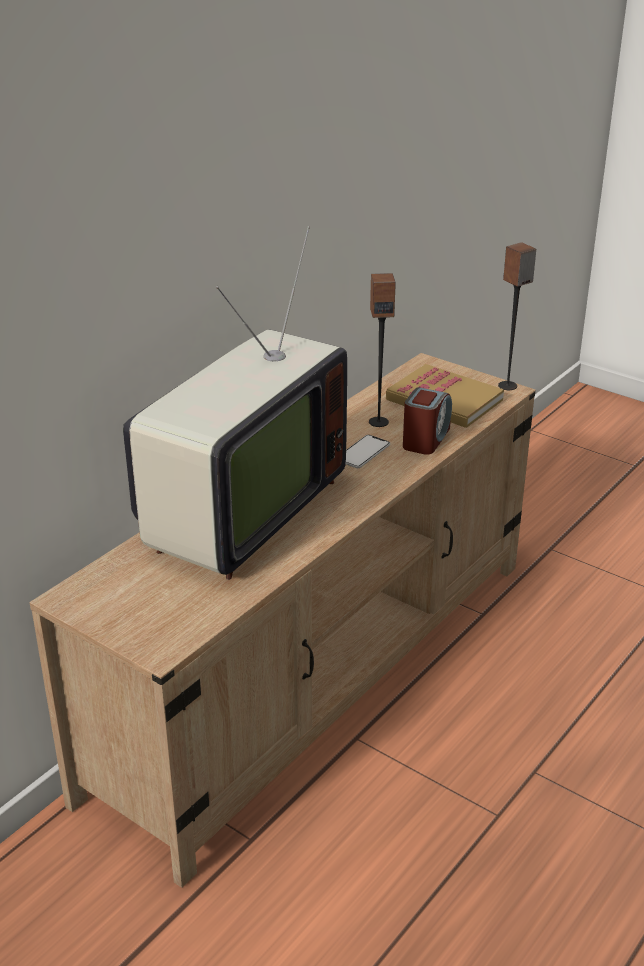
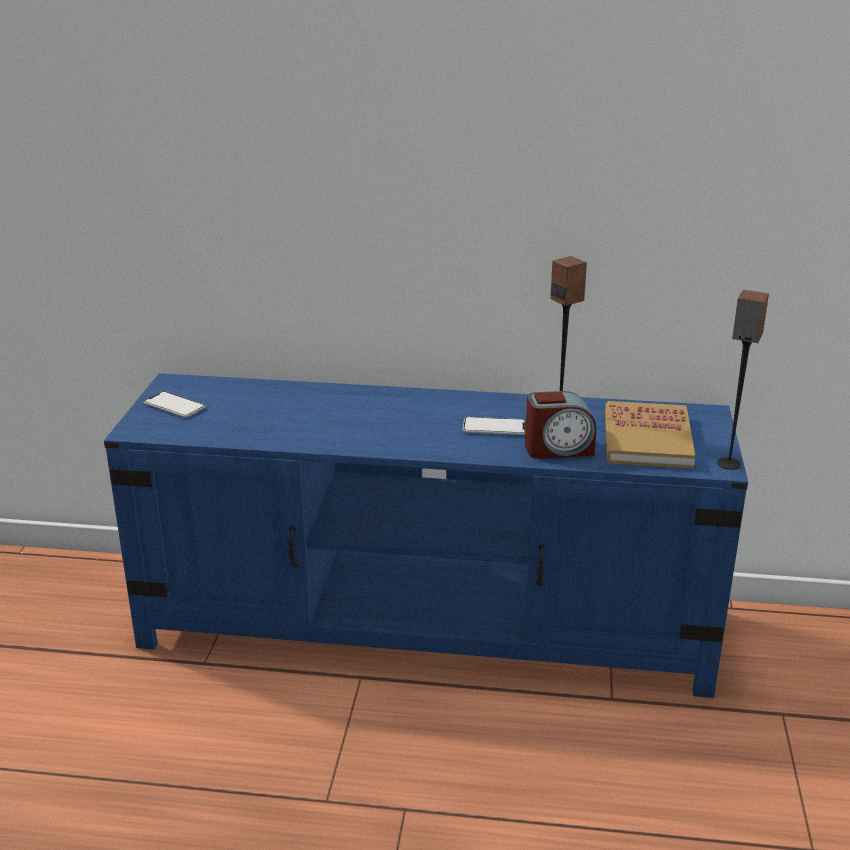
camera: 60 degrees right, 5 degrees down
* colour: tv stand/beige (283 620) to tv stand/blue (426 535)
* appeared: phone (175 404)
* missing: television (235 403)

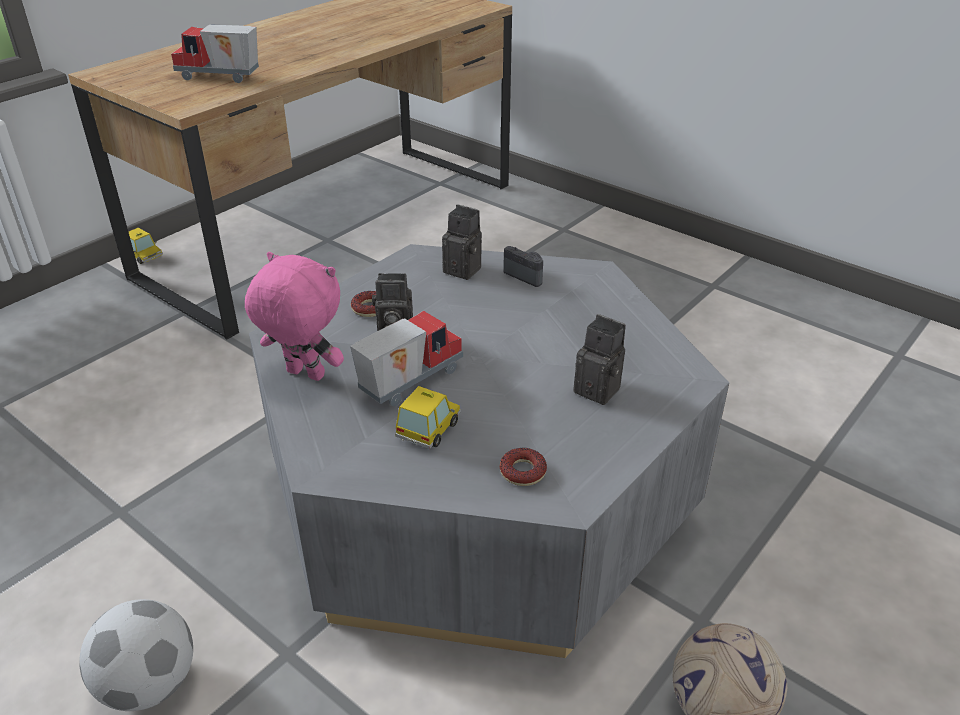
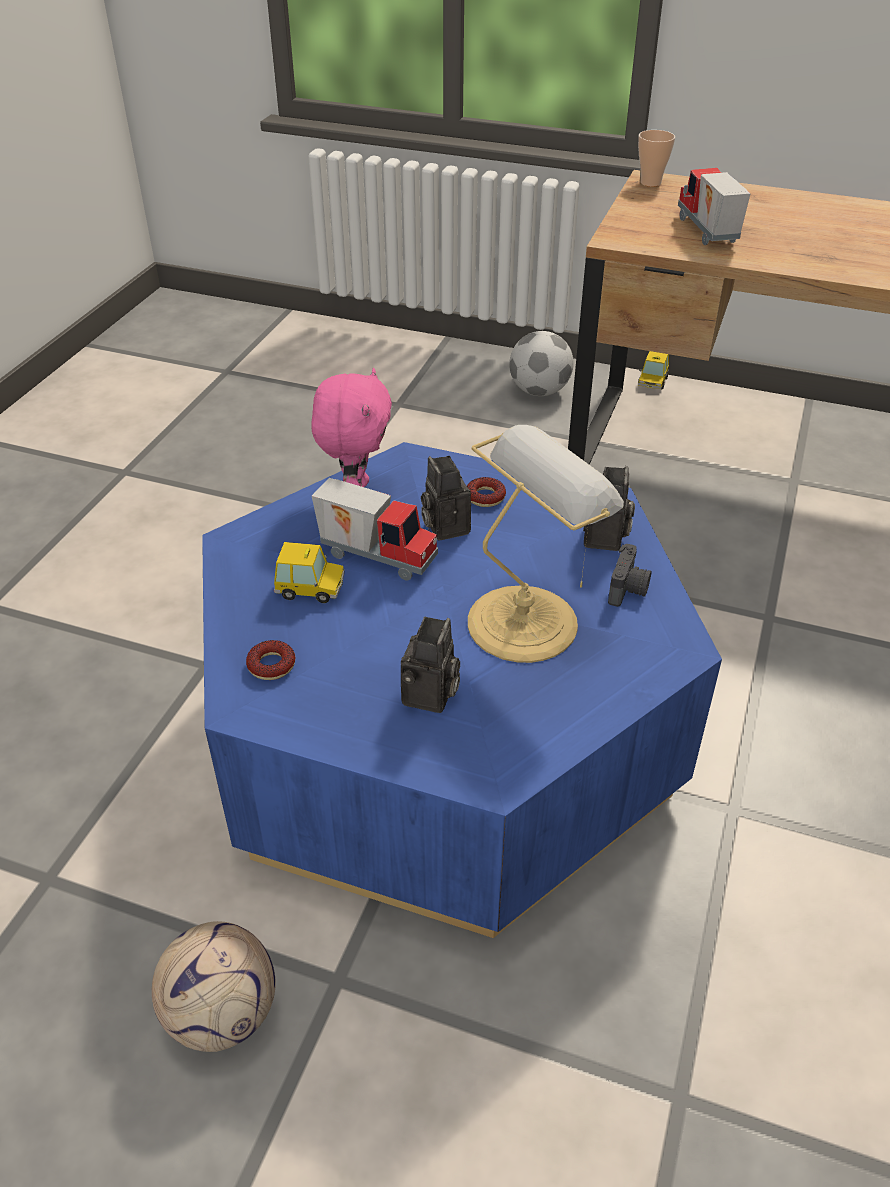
camera: 70 degrees right, 5 degrees up
* colour: coffee table/grey (489 451) to coffee table/blue (462 690)
* appeared: table lamp (546 544)
* relocated: football (136 655) to (541 363)
* appeared: cup (656 158)

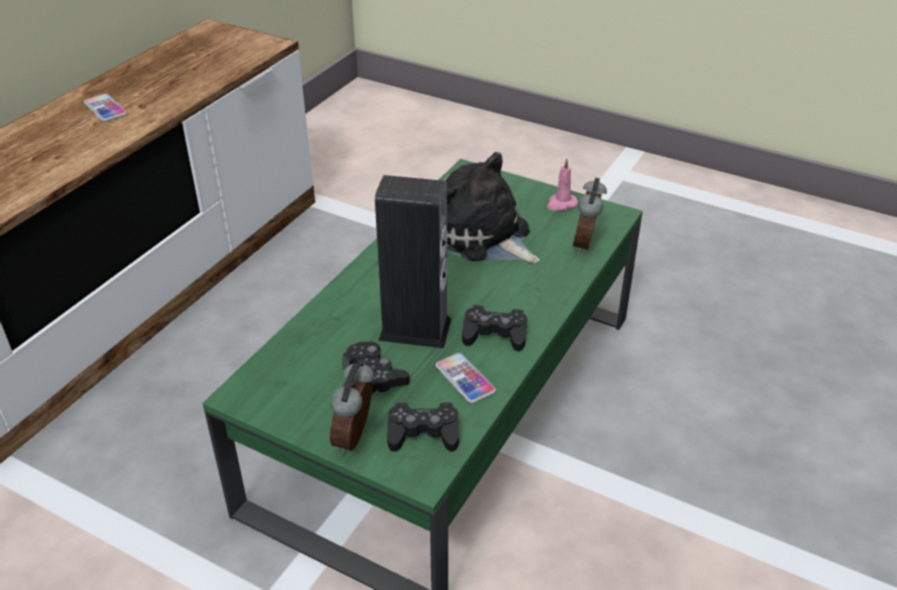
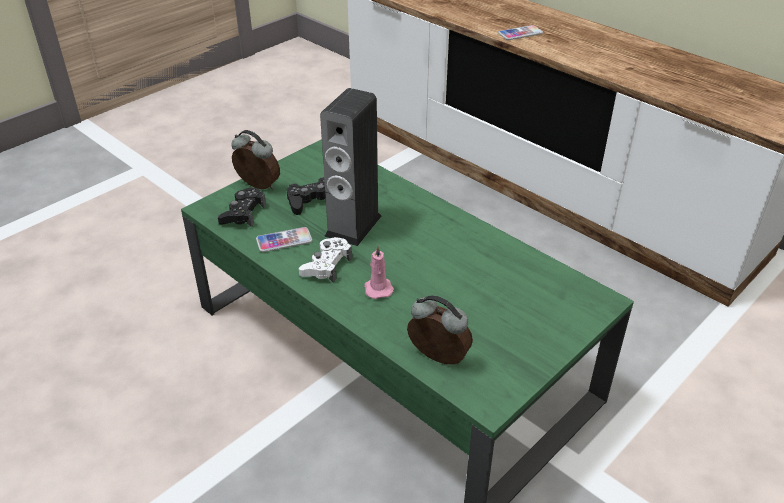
camera: 105 degrees right, 0 degrees up
* colour: game controller/black (494 328) to game controller/white (325 260)
* relocated: candle/pink (562 184) to (379 272)
* relocated: phone (105 107) to (520 32)
* missing: plush toy (492 207)

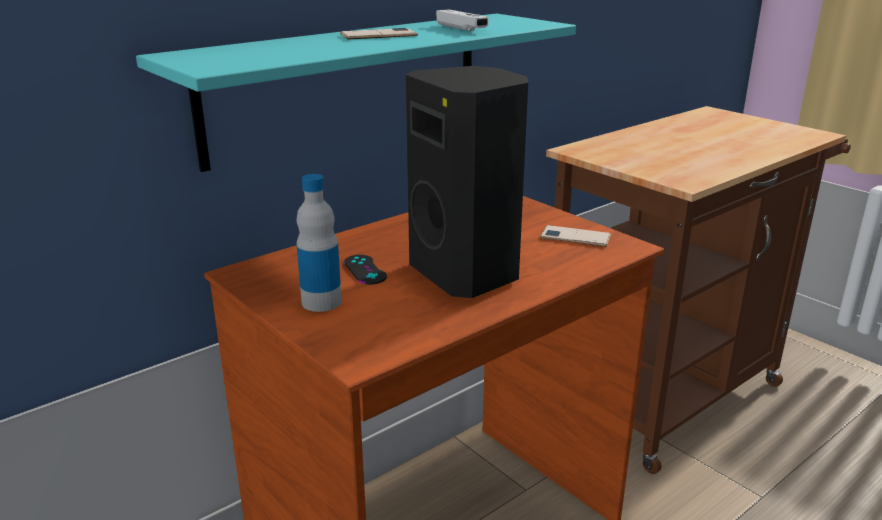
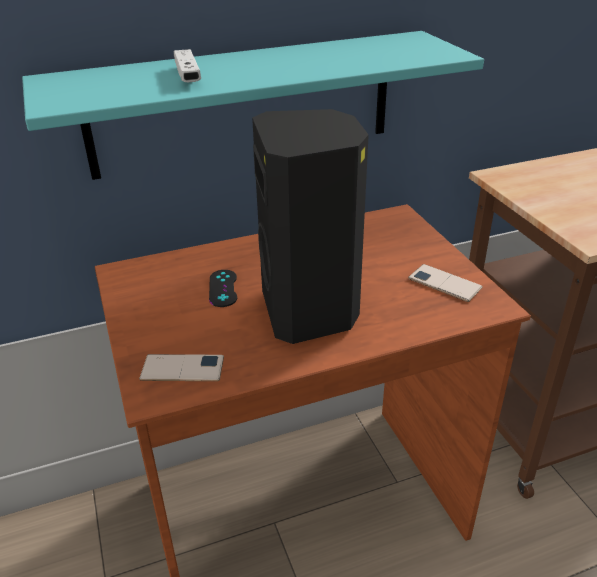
camera: 20 degrees right, 10 degrees up
* relocated: phone (379 33) to (181 367)
* relocated: game controller/white (462 20) to (187 65)
* missing: bottle (319 243)

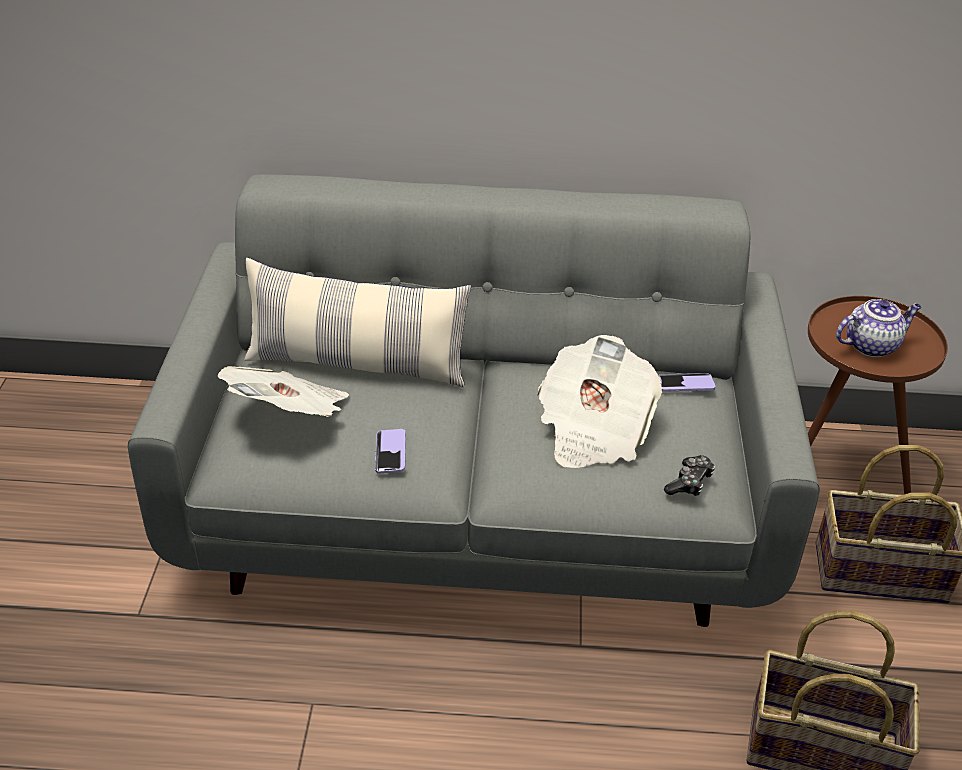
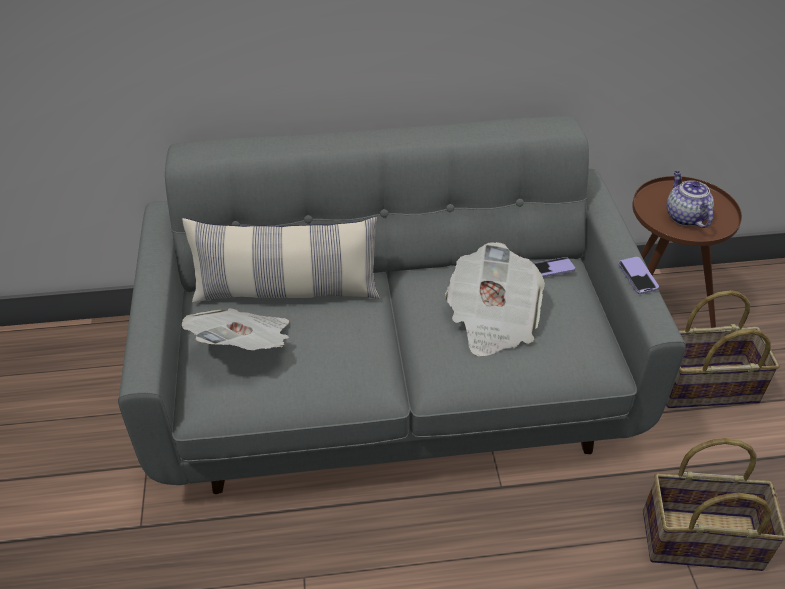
camera: 10 degrees left, 5 degrees up
* relocated: phone (390 451) to (638 275)
* spun: teapot (879 328) = (690 199) 75 degrees counterclockwise
* missing: game controller (689 475)

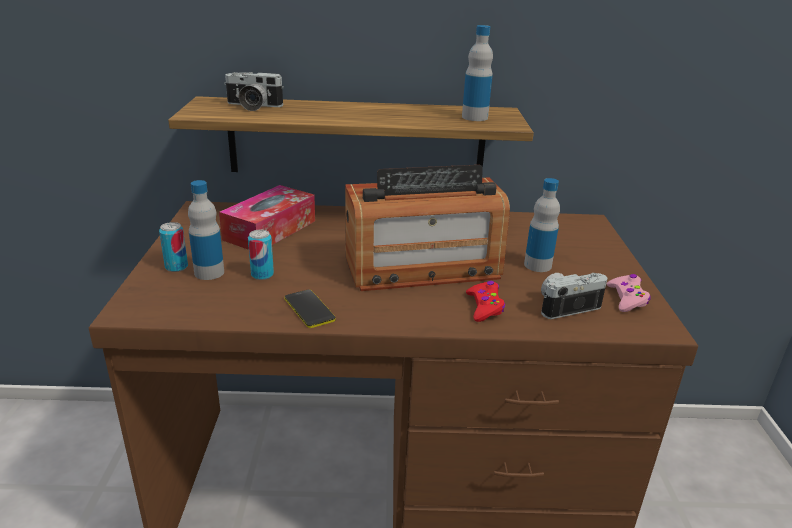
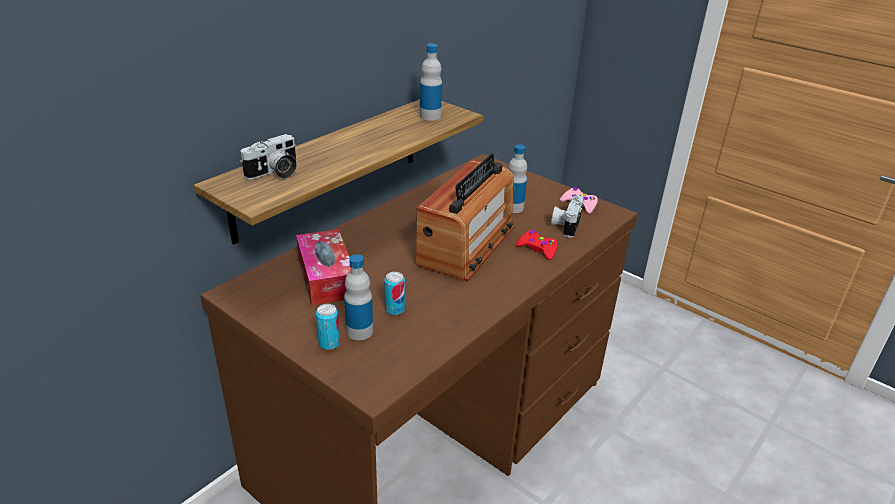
camera: 50 degrees left, 5 degrees up
* missing: phone (310 308)

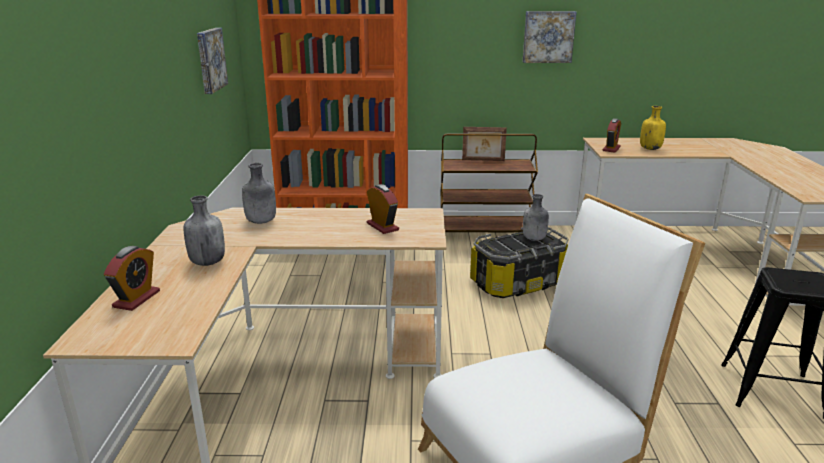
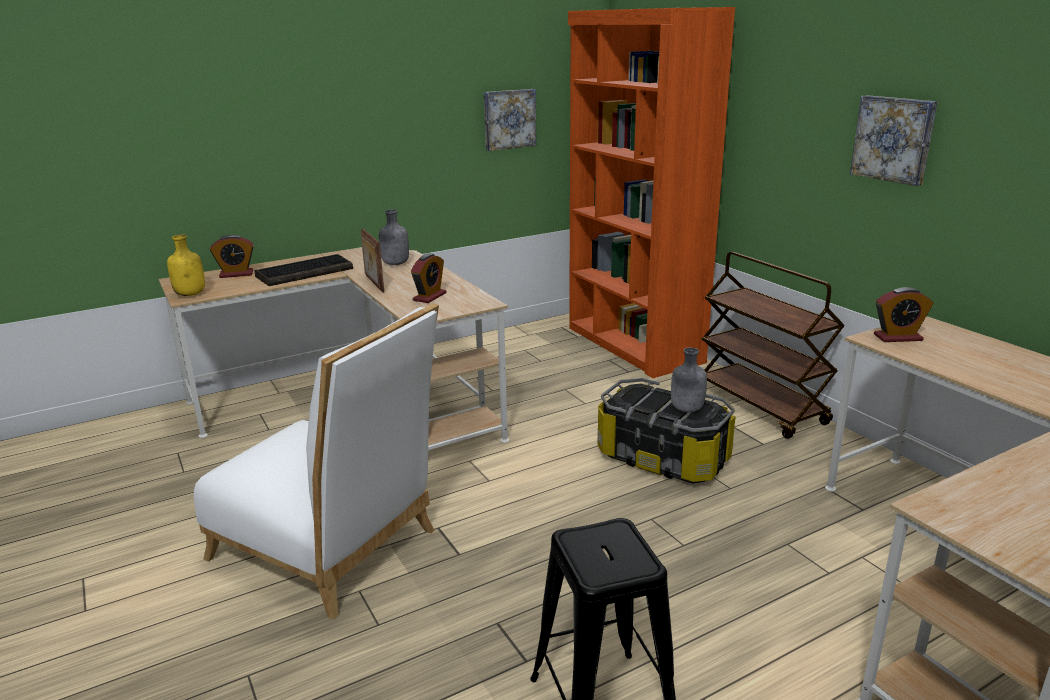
camera: 60 degrees right, 0 degrees up
* relocated: bottle/yellow (653 128) to (186 265)
* exchanged: bottle/grey (204 230) to keyboard (304 270)
* relocated: picture frame (484 144) to (372 260)

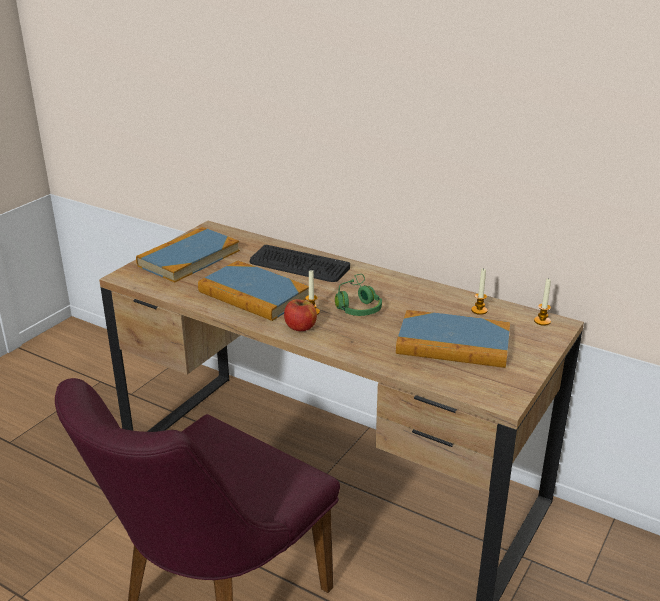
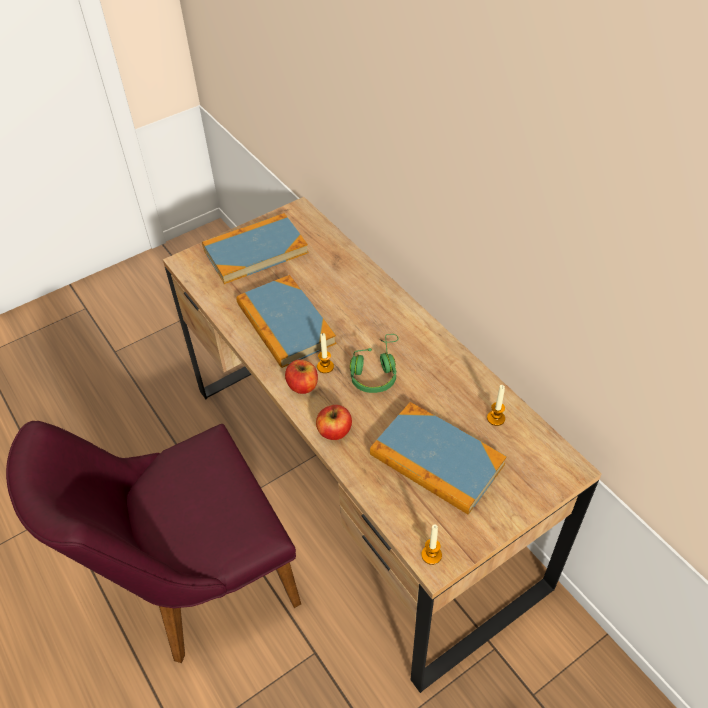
camera: 25 degrees right, 20 degrees up
* appeared: apple (334 422)
* relocated: candle (542 302) to (432 544)
* missing: keyboard (300 263)

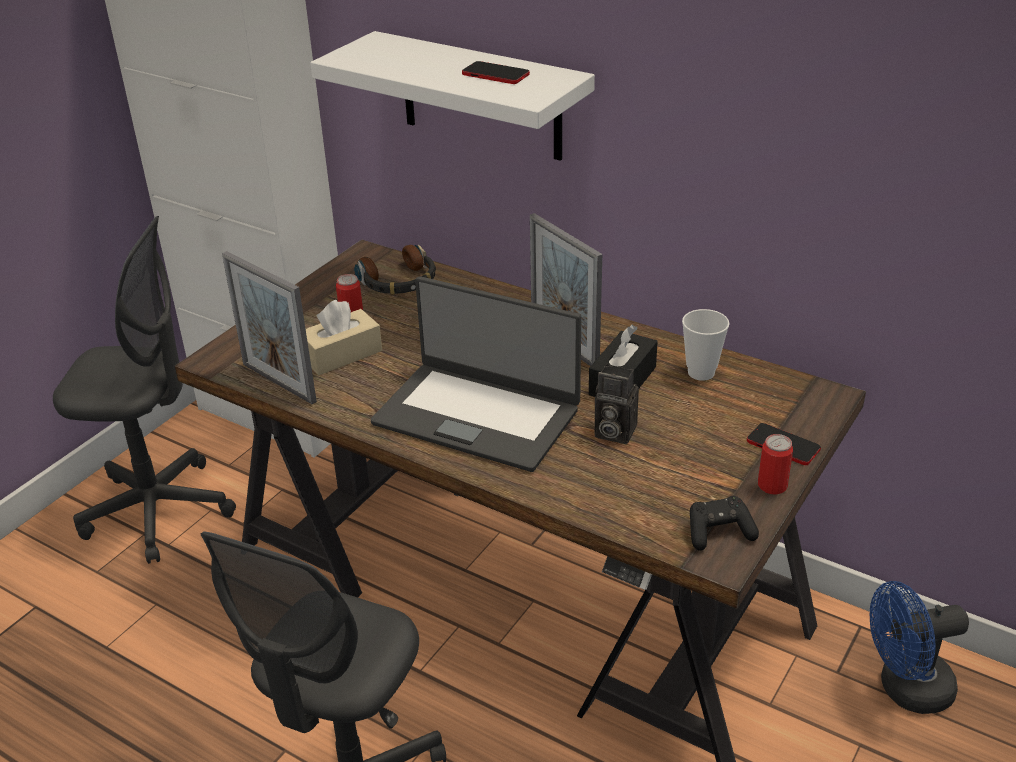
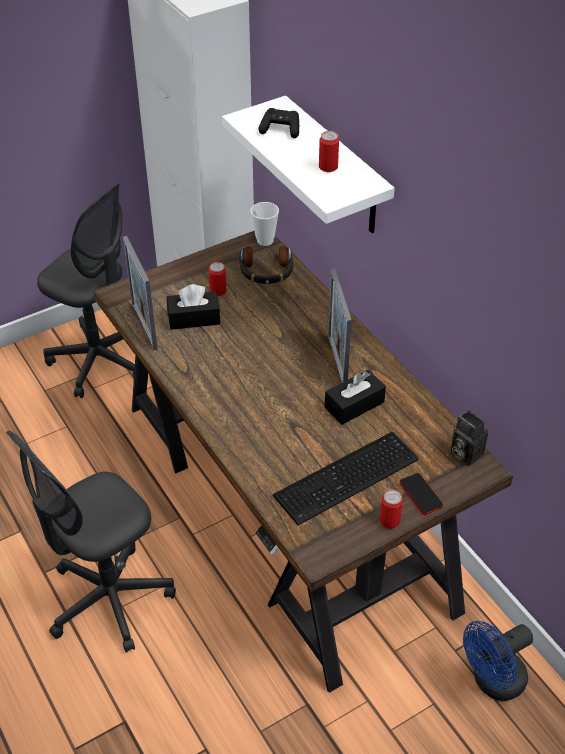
camera: 25 degrees right, 10 degrees up
* colour: tissue box/beige (344 337) to tissue box/black (193 307)
* relocated: cup (706 345) to (264 224)
* relocated: game controller/black (724 523) to (278 123)
* appeared: keyboard (346 478)
* exchanged: phone (496 72) to can (329 151)
* relocated: photo camera (616 404) to (469 438)
* spun: fan/blue (919 647) = (498 661) 45 degrees counterclockwise
* missing: laptop (476 374)

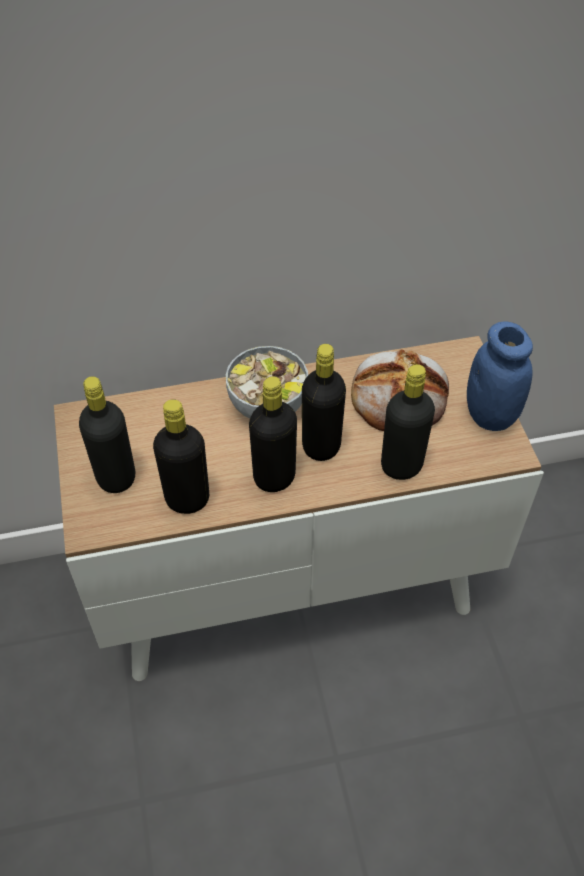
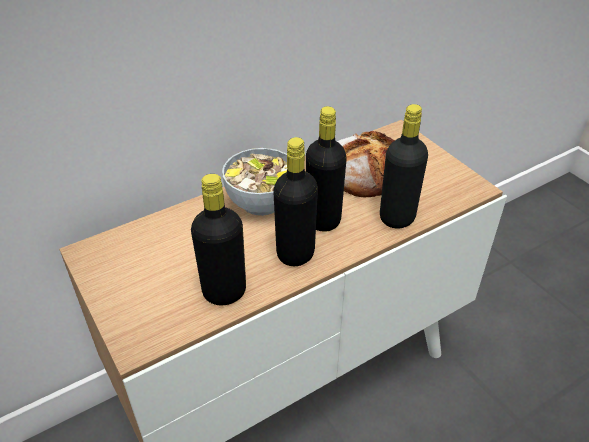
camera: 20 degrees left, 10 degrees down
* missing: bottle/black (107 434)
* missing: jar/blue (500 376)

